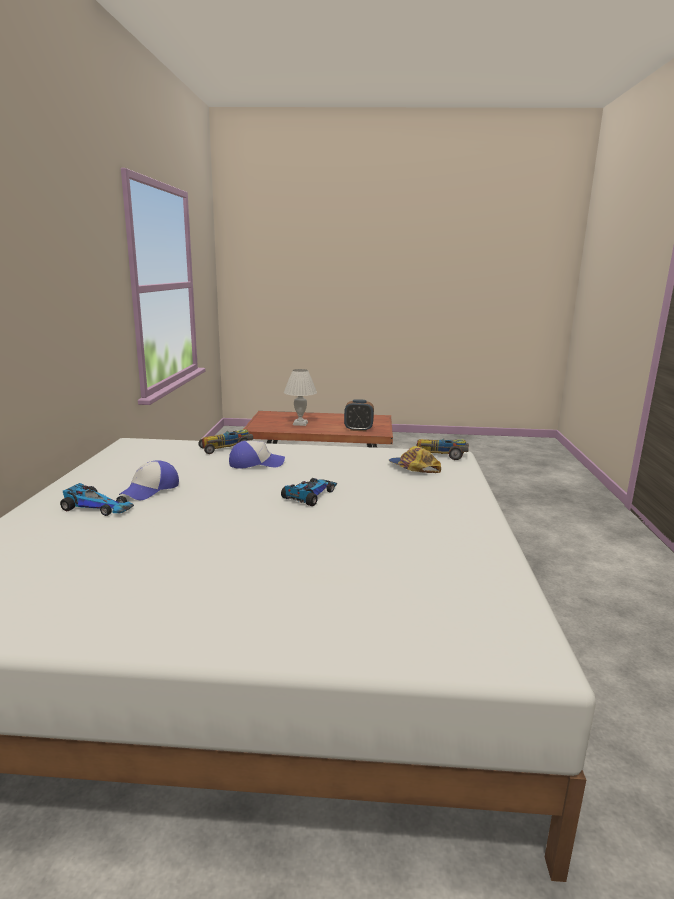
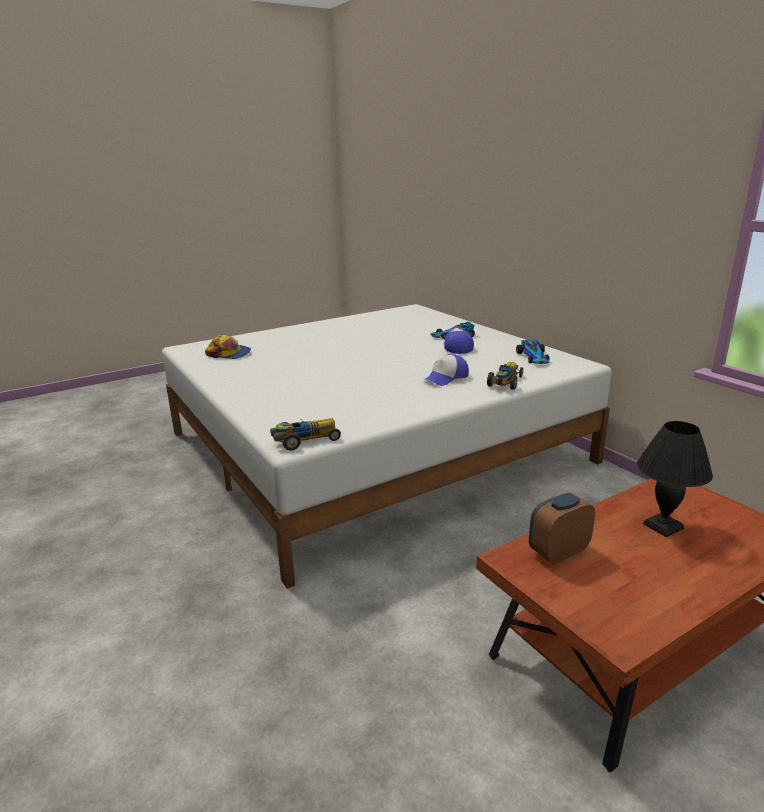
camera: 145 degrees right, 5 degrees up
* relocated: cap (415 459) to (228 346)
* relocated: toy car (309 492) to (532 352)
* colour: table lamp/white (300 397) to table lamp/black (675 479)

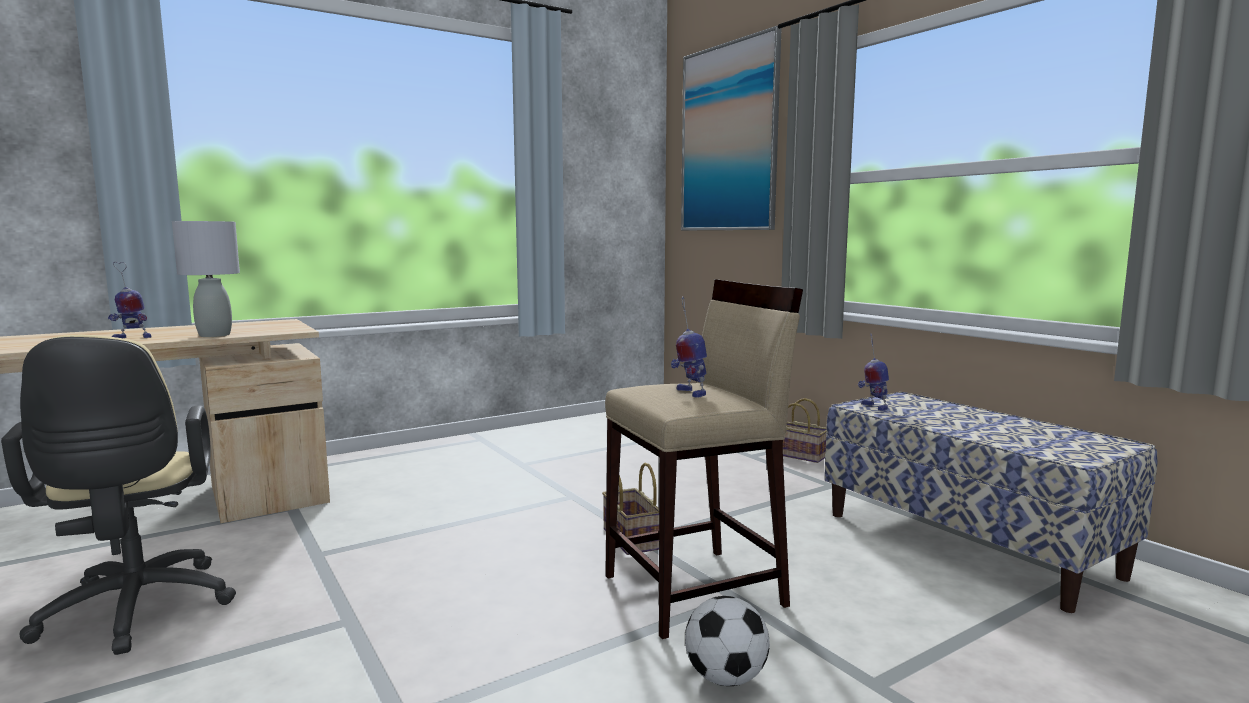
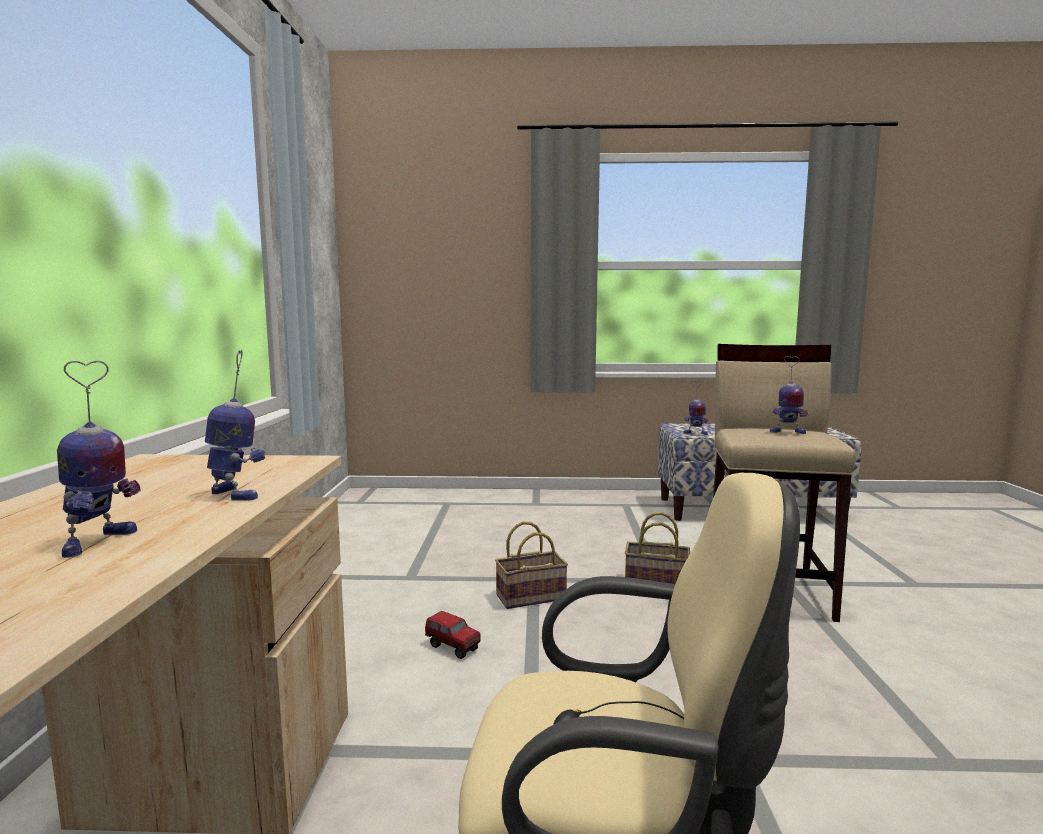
camera: 55 degrees left, 0 degrees up
* exchanged: table lamp/grey (206 279) to toy robot (235 425)
* appeared: toy truck (453 635)
* relocated: basket (805 430) to (531 565)
* missing: picture (731 128)
* missing: football (727 641)

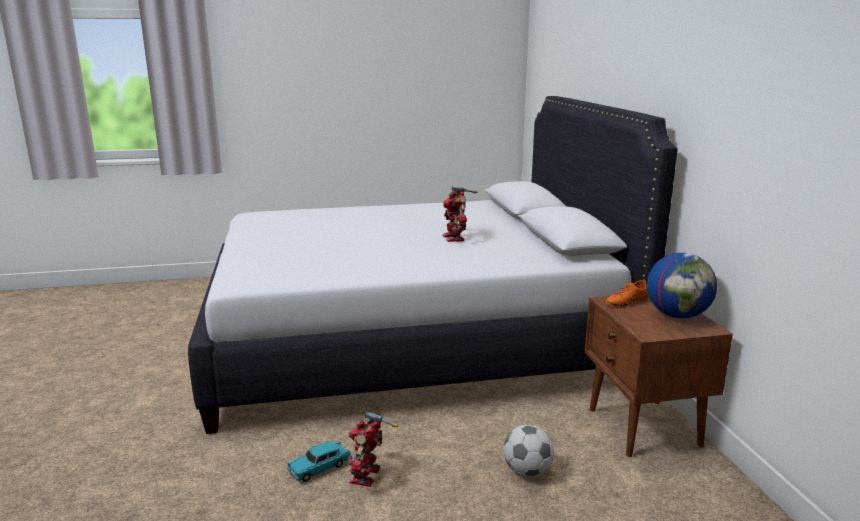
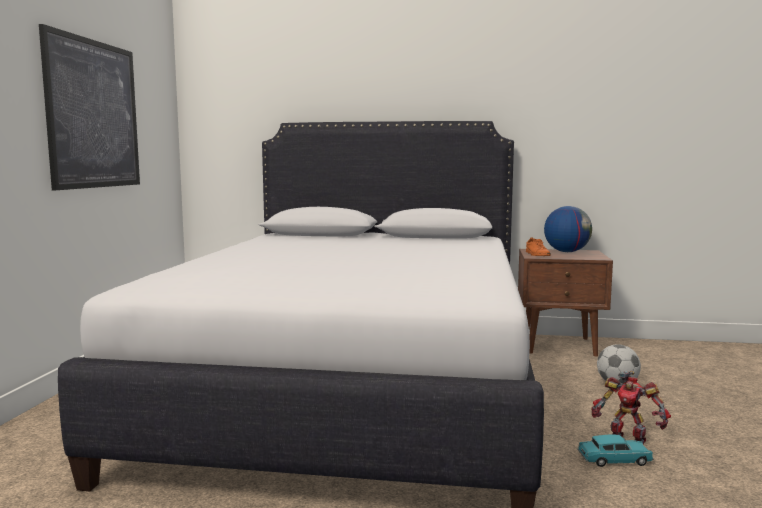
camera: 70 degrees left, 10 degrees down
* appeared: picture (89 107)
* spun: toy car/turquoise (319 461) = (615 451) 75 degrees counterclockwise
* missing: toy robot (460 214)

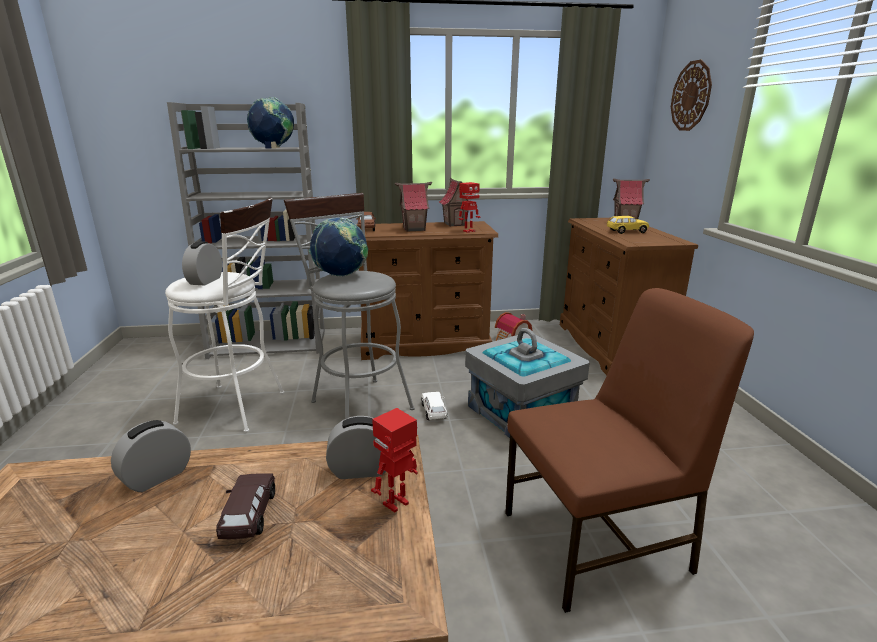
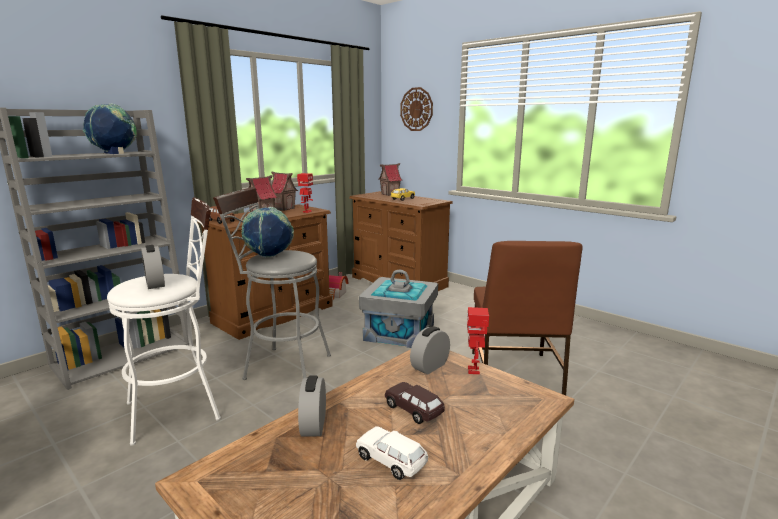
camera: 40 degrees left, 5 degrees down
* relocated: toy car/white (434 406) to (392 453)
* spun: chair/brown (629 450) = (527 318) 150 degrees clockwise

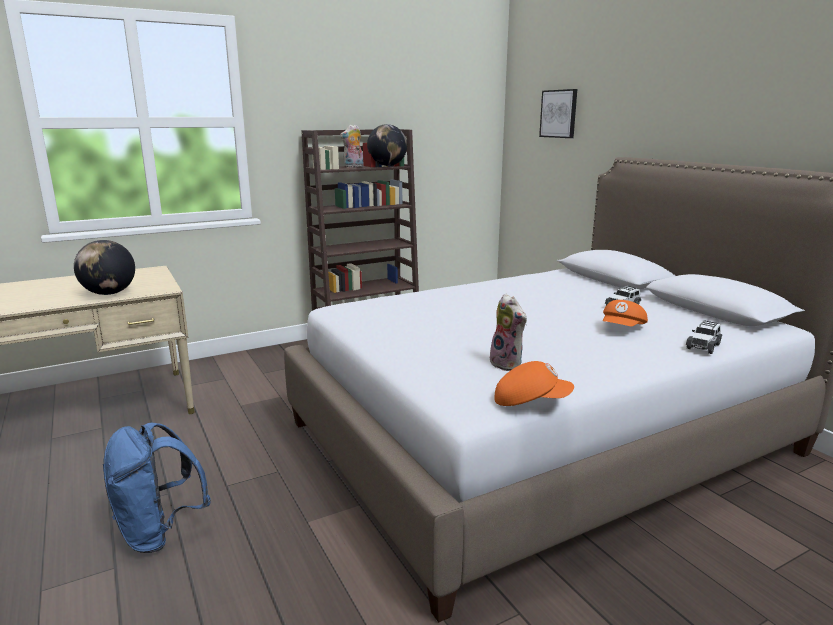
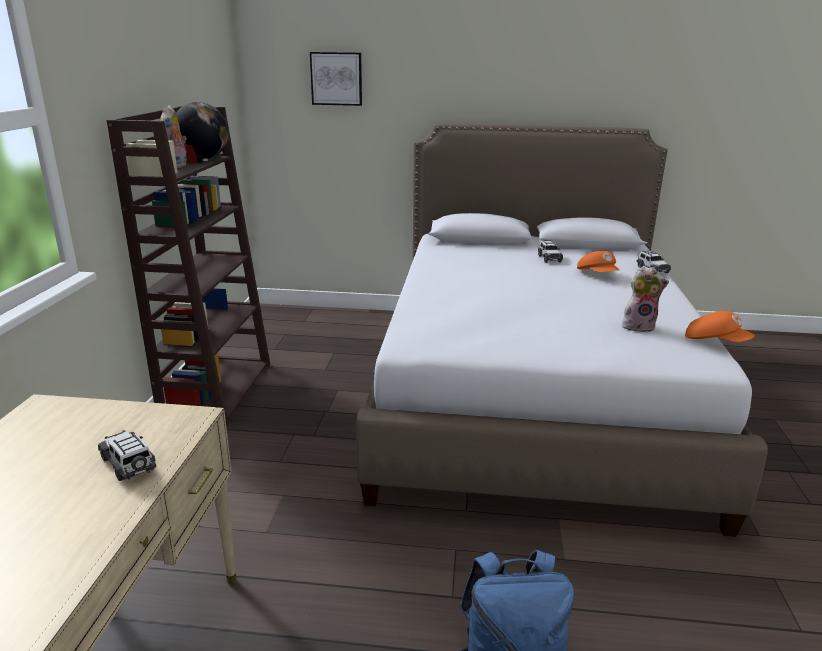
camera: 55 degrees left, 5 degrees up
* exchanged: globe (104 267) to toy car (127 455)
* spun: cap/orange (534 383) = (720 326) 90 degrees clockwise

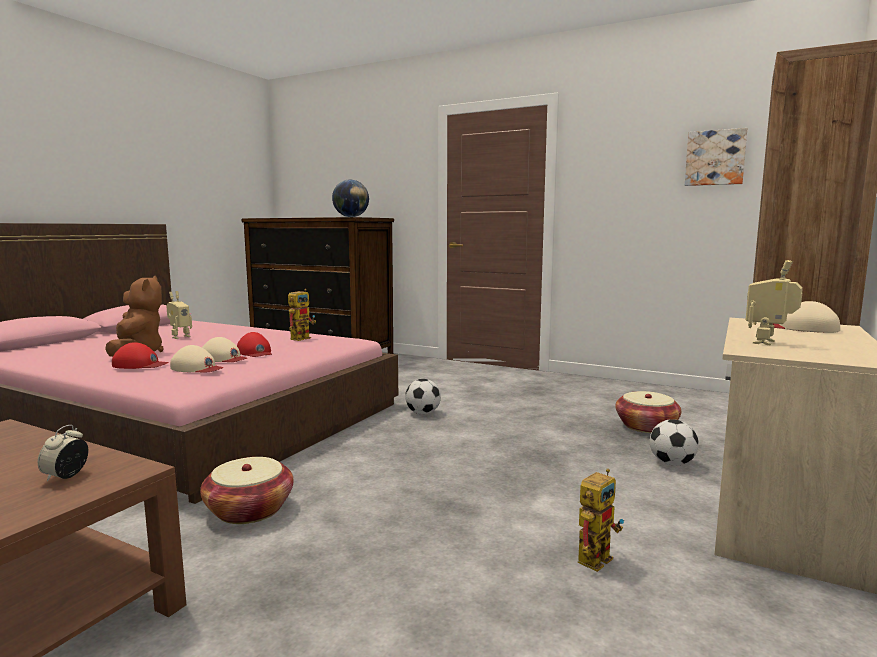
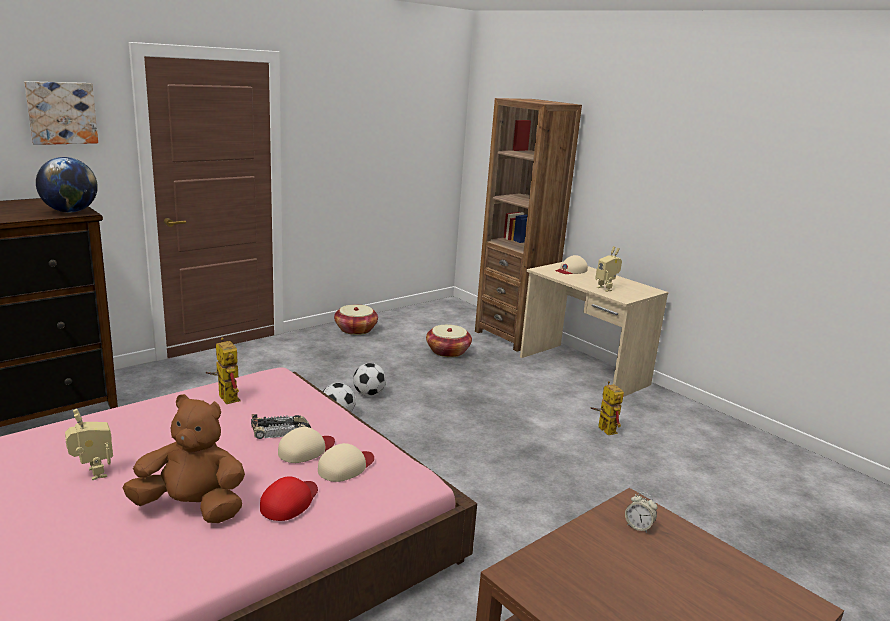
camera: 70 degrees left, 10 degrees up
* relocated: picture (716 157) to (61 113)
* exchanged: cap/red (254 344) to toy car (281 426)
* relocated: basket (247 490) to (356 320)
* relocated: football (674 442) to (369 379)

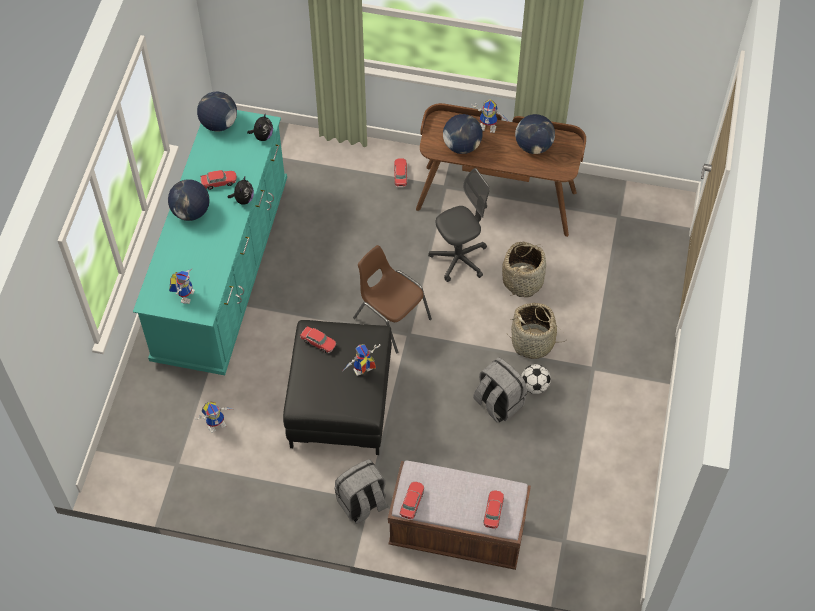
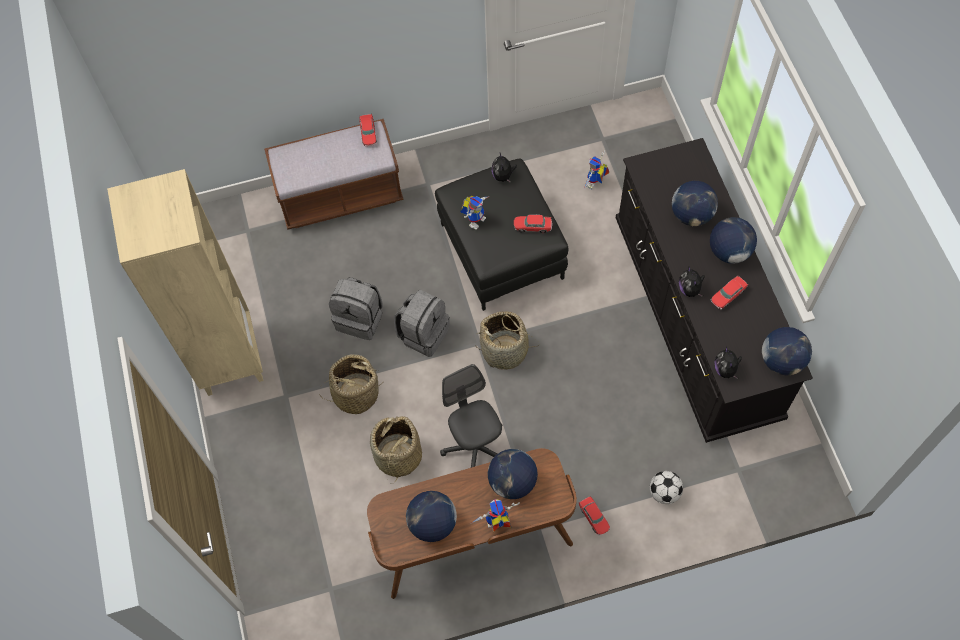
camera: 155 degrees right, 5 degrees up
* appeared: bookcase/beige (185 282)
* relocated: backpack/grey (362 491) to (422 323)
* spun: office chair/grey (459 225) = (471 416) 120 degrees clockwise
* exchanged: chair/brown (392 299) to basket (508 340)
* appeared: plush toy (504 168)
* colour: dresser/turquoise (210 242) to dresser/black (714 290)
* relocated: football (536 379) to (666 487)
* appeared: globe (695 203)
* missing: toy robot (182 286)
* missing: toy car (493 509)

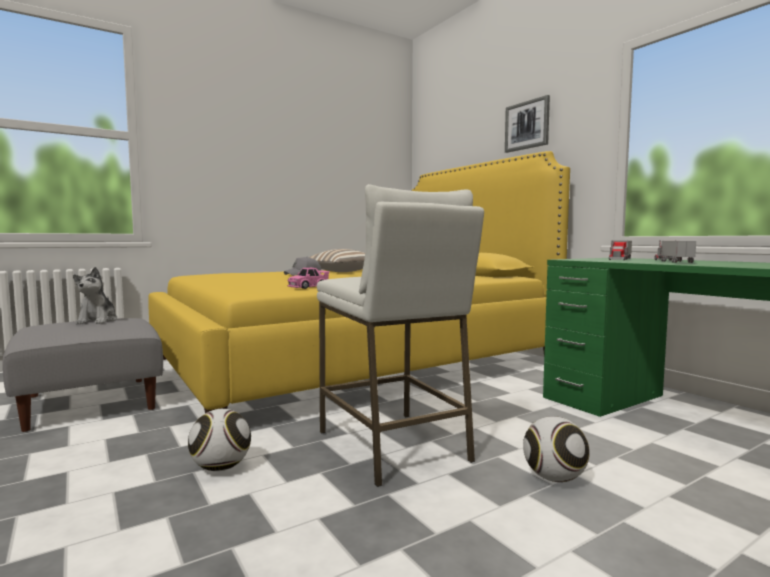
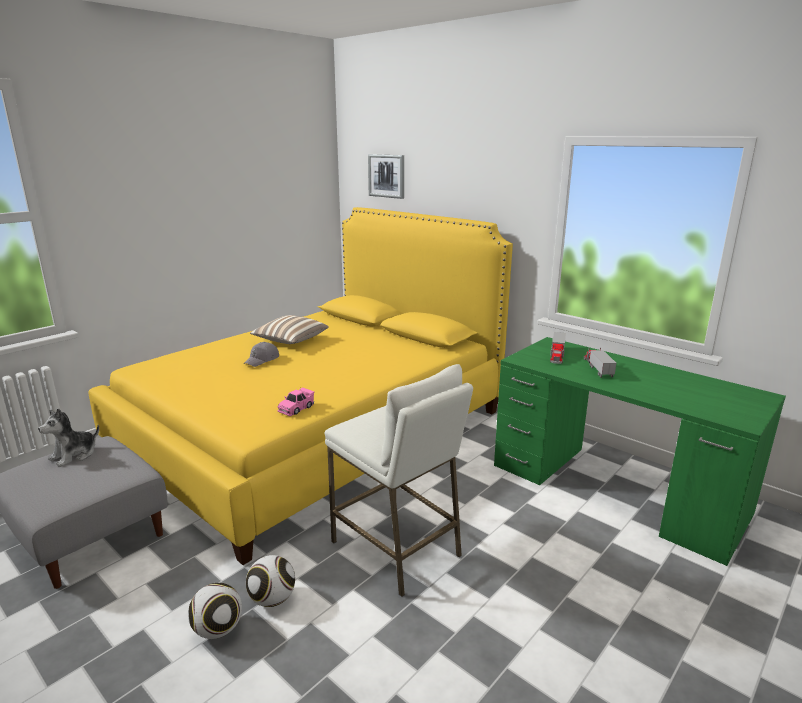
camera: 15 degrees left, 15 degrees up
* spun: plush toy (95 295) = (68 437) 60 degrees clockwise
* relocated: football (556 449) to (215 611)
* relocated: picture (527 124) to (386 176)

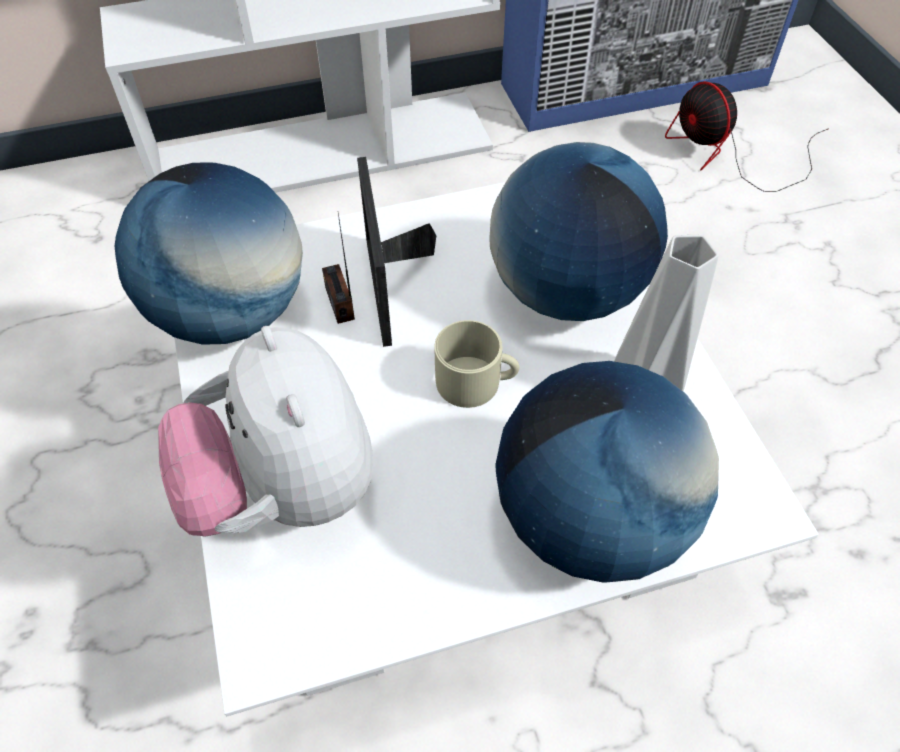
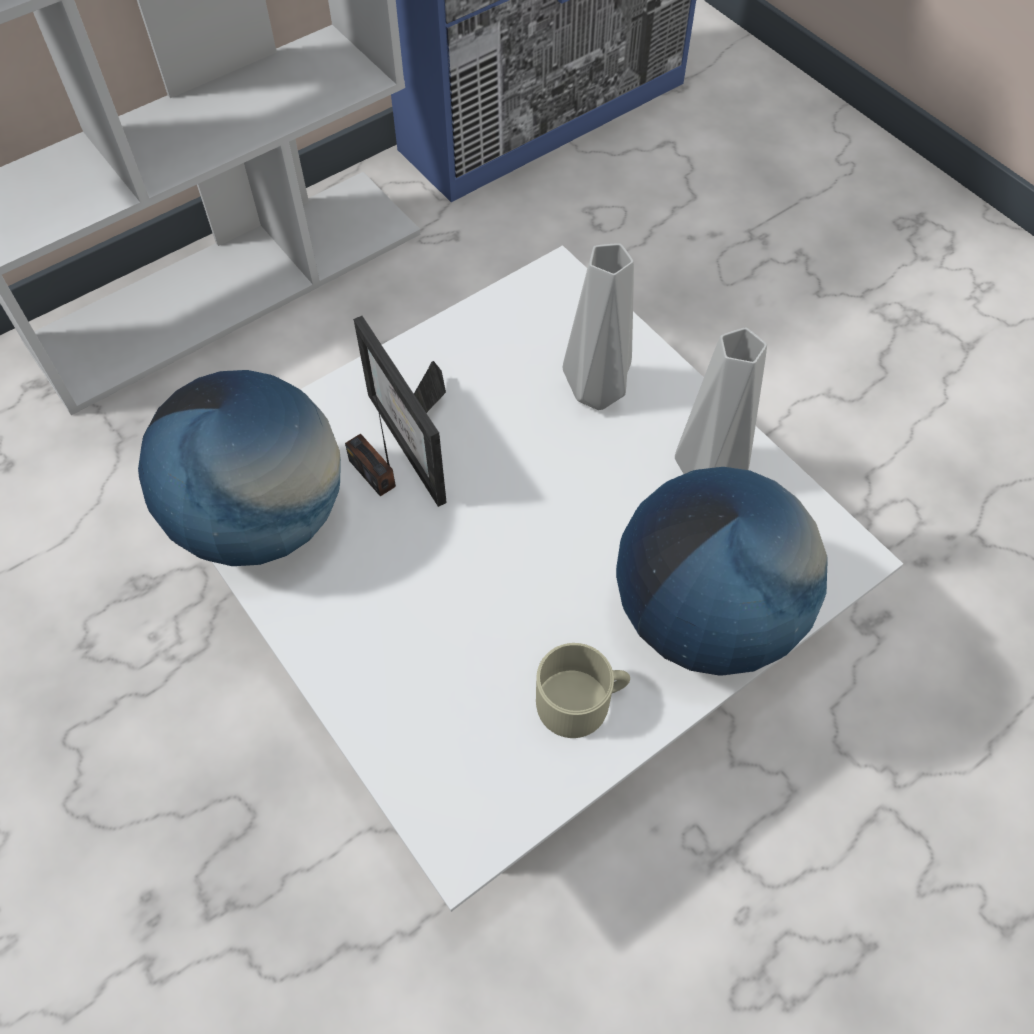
camera: 20 degrees left, 5 degrees up
* relocated: mug/beige (476 364) to (583 690)
* exchanged: globe (578 231) to vase/grey (598 326)
* missing: plush toy (265 431)
* missing: fan (747 136)

